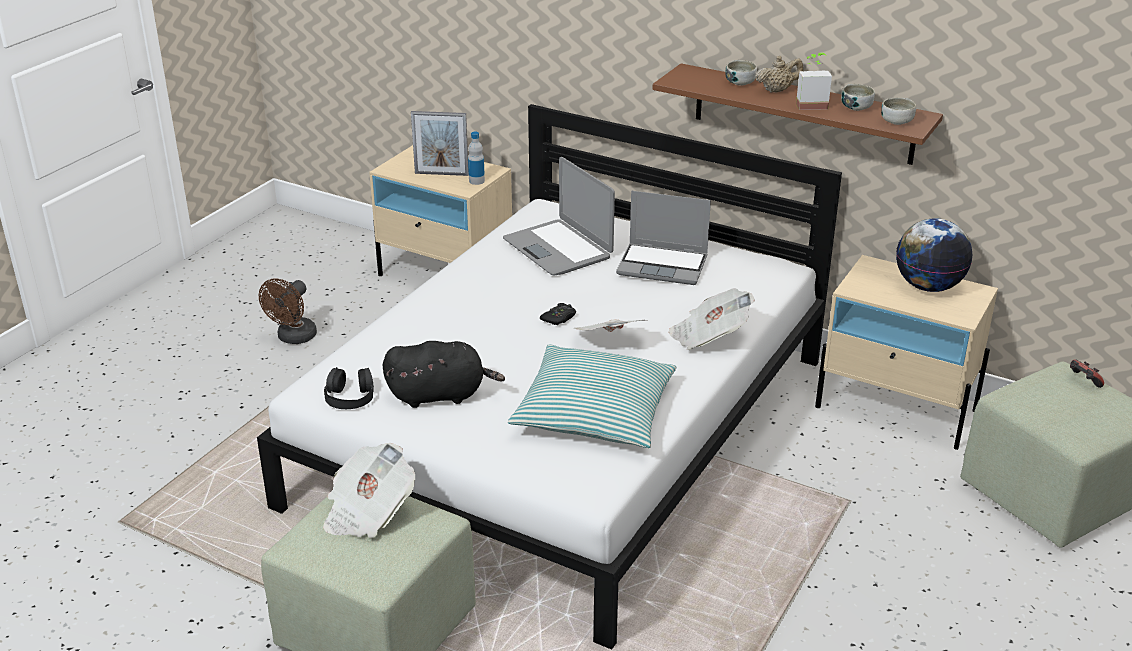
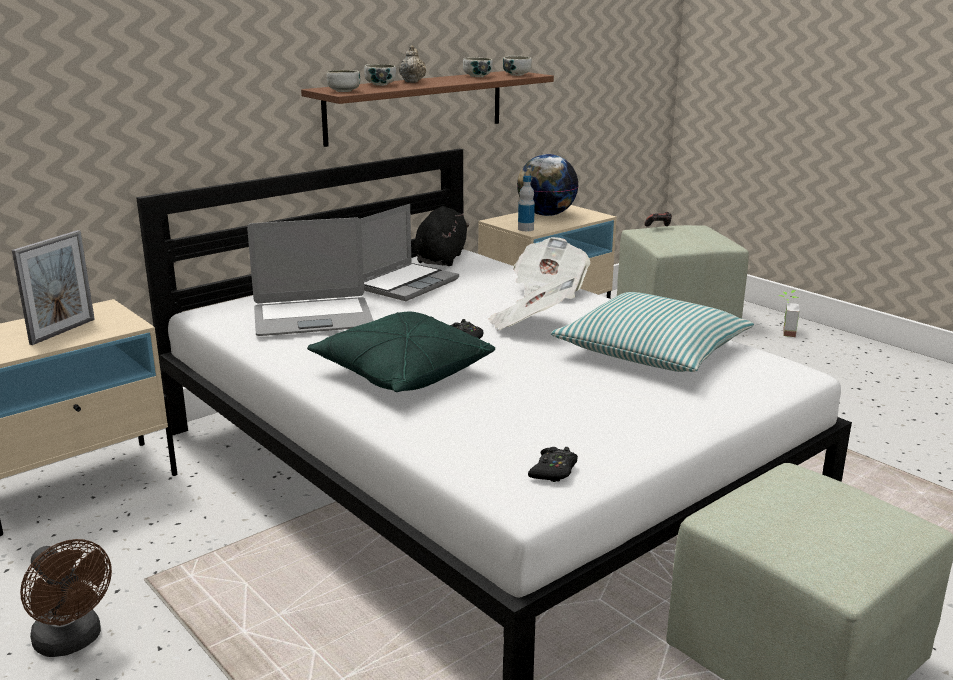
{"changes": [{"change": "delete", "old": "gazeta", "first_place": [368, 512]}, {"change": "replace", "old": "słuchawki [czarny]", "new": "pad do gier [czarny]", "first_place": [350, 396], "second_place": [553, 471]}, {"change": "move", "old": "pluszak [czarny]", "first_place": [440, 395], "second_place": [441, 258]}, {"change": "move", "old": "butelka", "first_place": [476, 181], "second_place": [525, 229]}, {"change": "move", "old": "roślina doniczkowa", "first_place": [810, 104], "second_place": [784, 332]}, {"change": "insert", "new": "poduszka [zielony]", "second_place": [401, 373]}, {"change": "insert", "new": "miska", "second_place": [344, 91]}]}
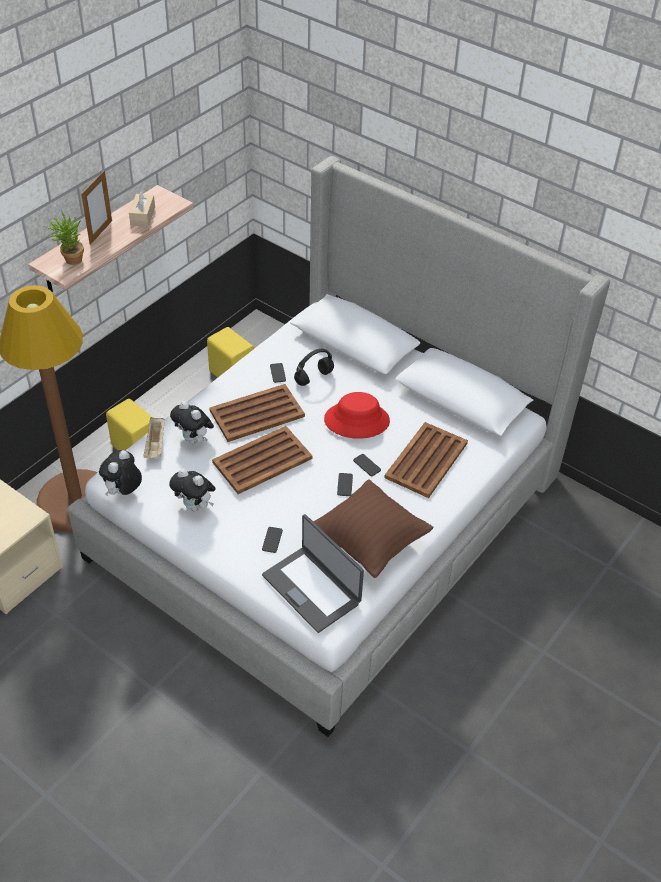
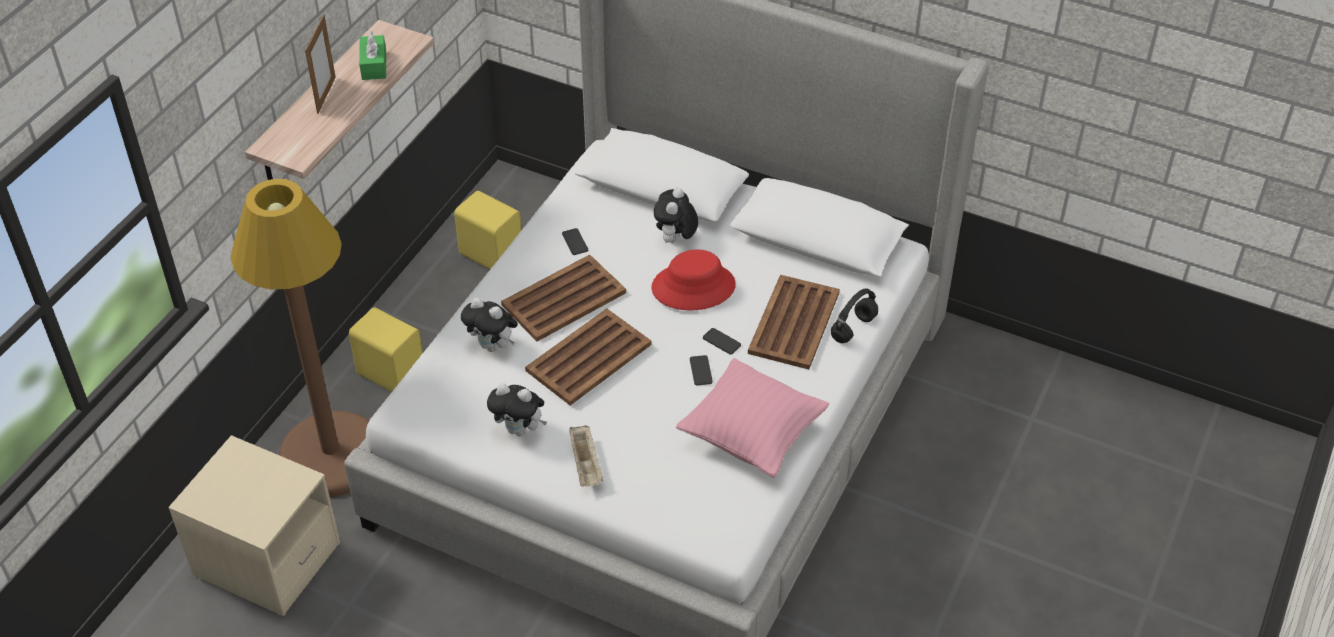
{"changes": [{"change": "delete", "old": "roślina doniczkowa", "first_place": [70, 259]}, {"change": "move", "old": "pluszak", "first_place": [123, 492], "second_place": [675, 240]}, {"change": "recolor", "old": "pudełko chusteczek [beżowy]", "new": "pudełko chusteczek [zielony]", "first_place": [142, 216], "second_place": [374, 65]}, {"change": "move", "old": "taca [beżowy]", "first_place": [155, 445], "second_place": [586, 465]}, {"change": "delete", "old": "laptop", "first_place": [312, 588]}, {"change": "delete", "old": "telefon", "first_place": [272, 540]}, {"change": "move", "old": "słuchawki [czarny]", "first_place": [314, 377], "second_place": [853, 328]}, {"change": "recolor", "old": "poduszka [brązowy]", "new": "poduszka [różowy]", "first_place": [370, 542], "second_place": [752, 436]}]}
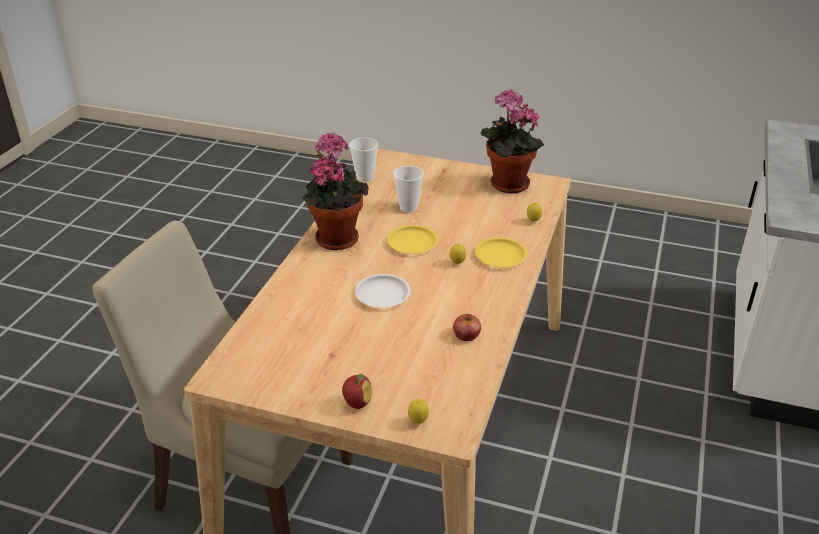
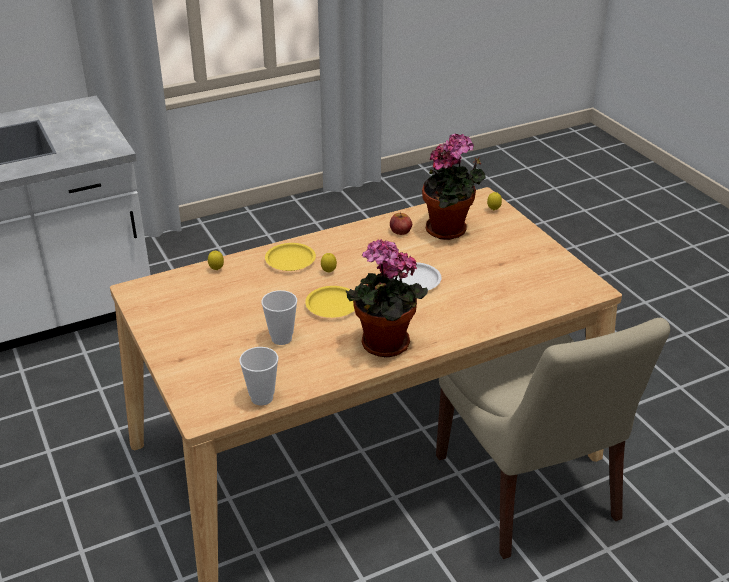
{"changes": [{"change": "delete", "old": "jabłko", "first_place": [357, 403]}, {"change": "move", "old": "roślina doniczkowa", "first_place": [506, 185], "second_place": [449, 231]}]}
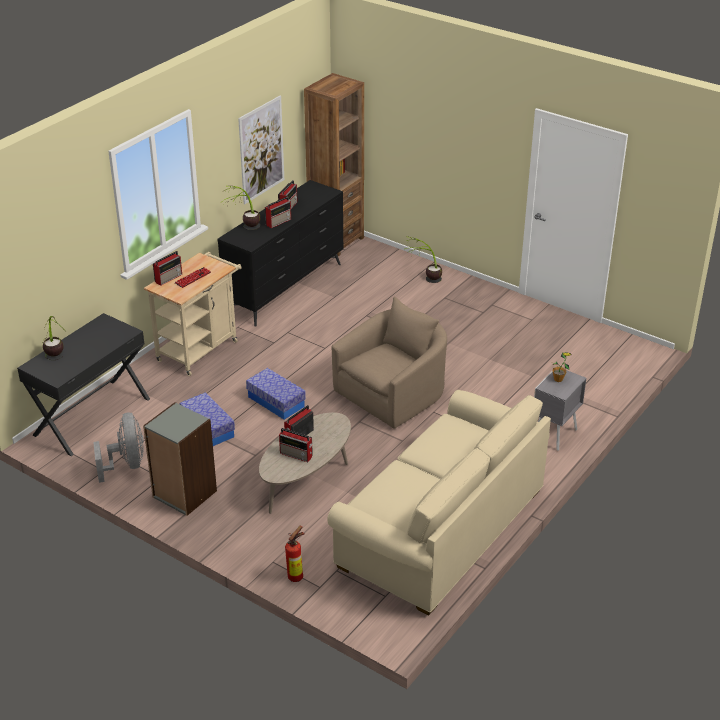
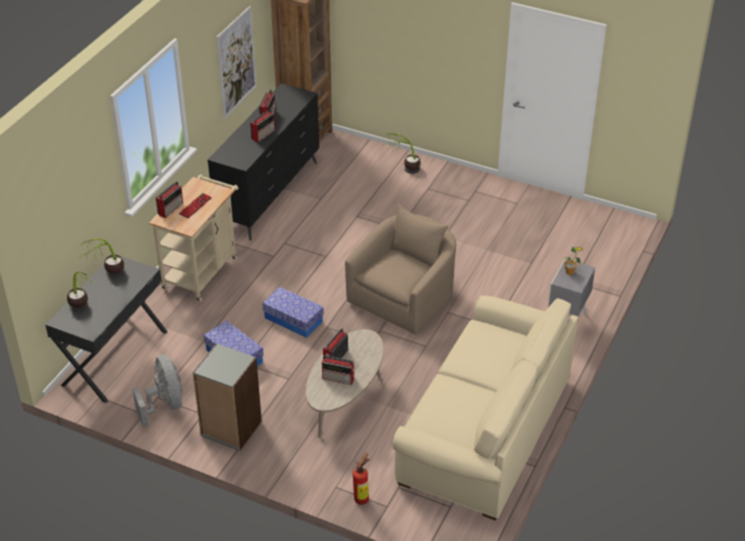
{"changes": [{"change": "move", "old": "roślina doniczkowa", "first_place": [244, 229], "second_place": [107, 278]}]}
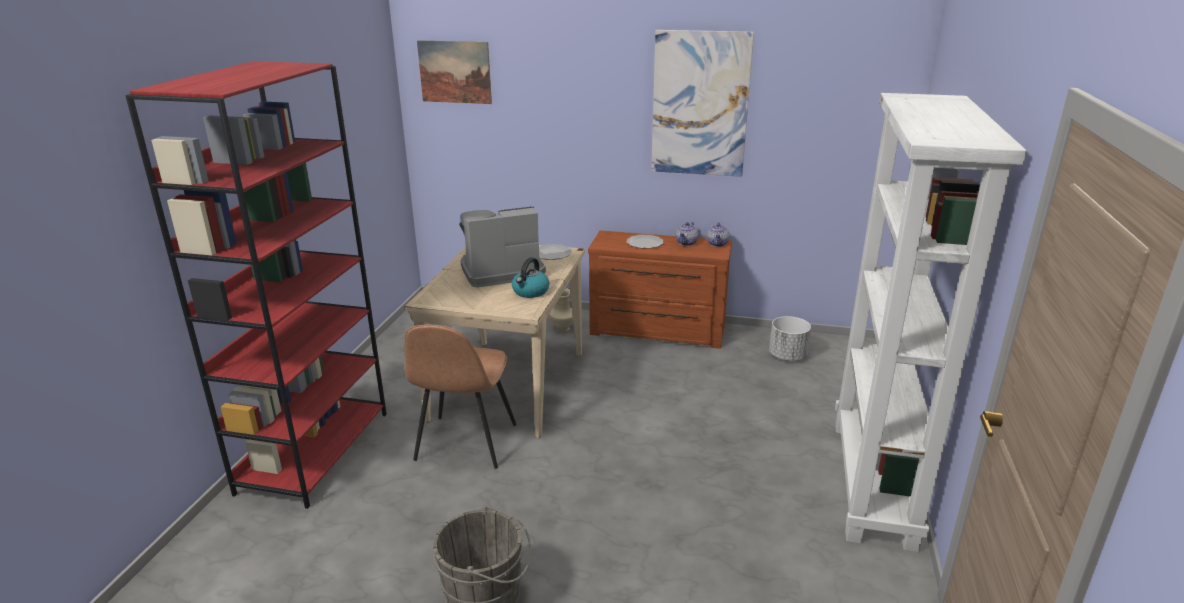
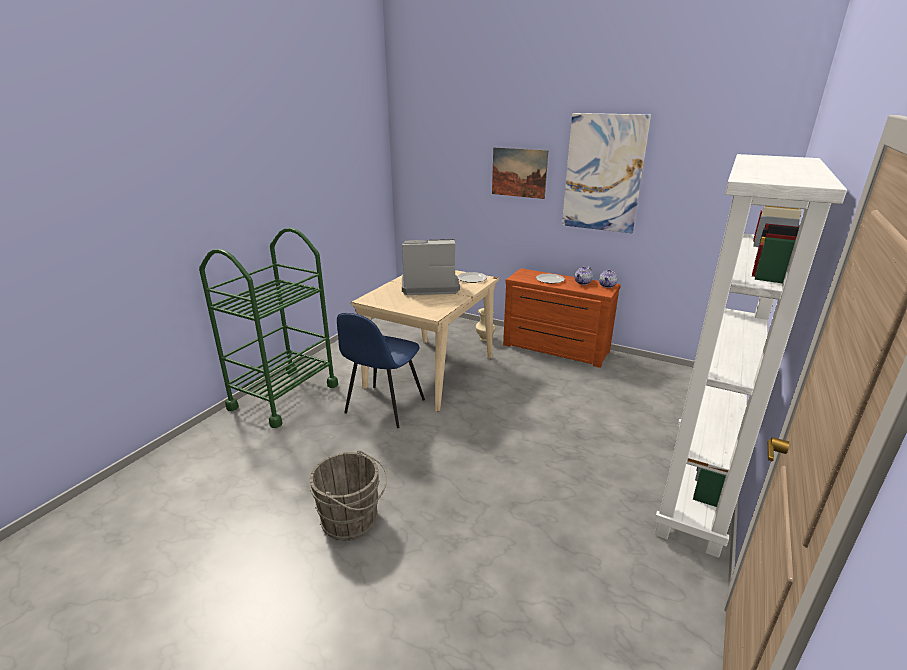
{"changes": [{"change": "replace", "old": "regał [czerwony]", "new": "wózek [zielony]", "first_place": [315, 451], "second_place": [284, 396]}, {"change": "recolor", "old": "krzesło [brązowy]", "new": "krzesło [niebieski]", "first_place": [465, 444], "second_place": [384, 407]}, {"change": "move", "old": "obraz", "first_place": [455, 72], "second_place": [519, 172]}, {"change": "delete", "old": "czajnik", "first_place": [530, 292]}, {"change": "delete", "old": "donica [biały]", "first_place": [787, 356]}]}
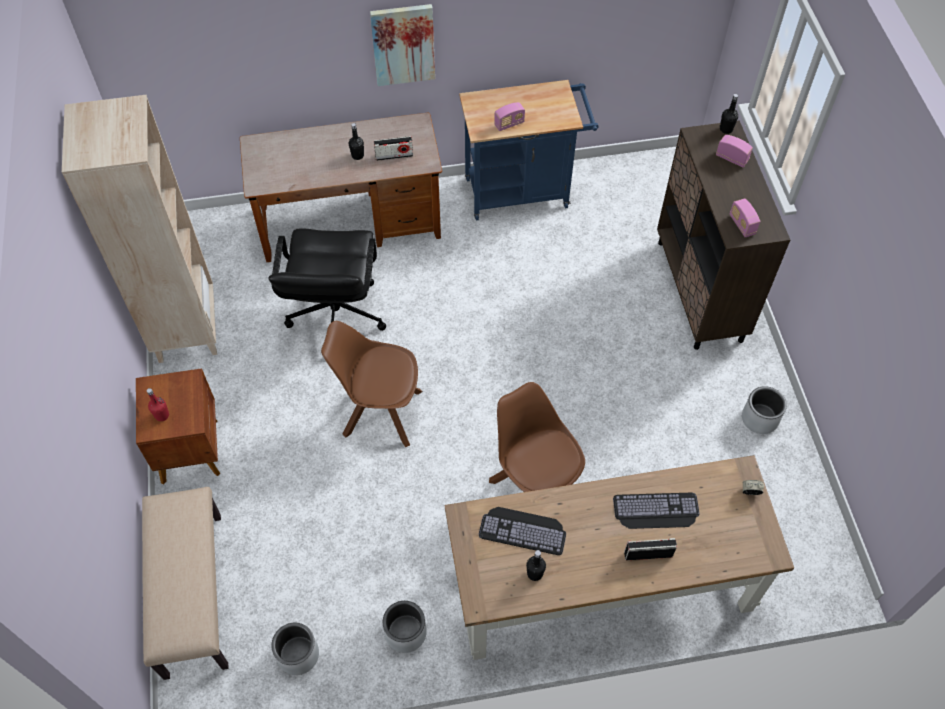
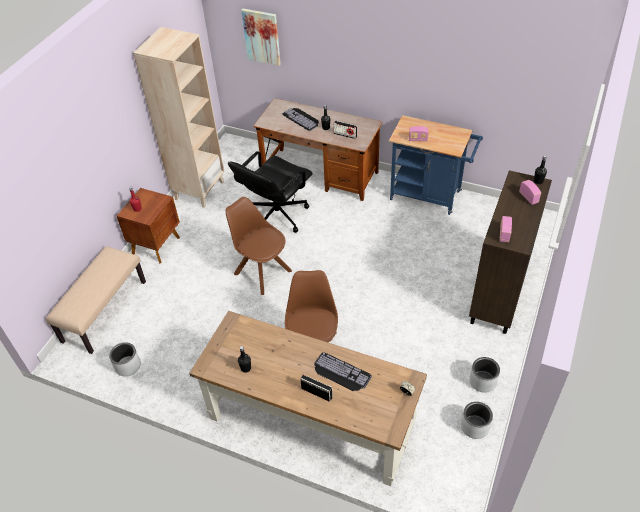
{"changes": [{"change": "move", "old": "obraz", "first_place": [403, 44], "second_place": [262, 36]}, {"change": "move", "old": "donica [szary]", "first_place": [405, 633], "second_place": [474, 427]}, {"change": "move", "old": "klawiatura", "first_place": [524, 529], "second_place": [302, 118]}]}
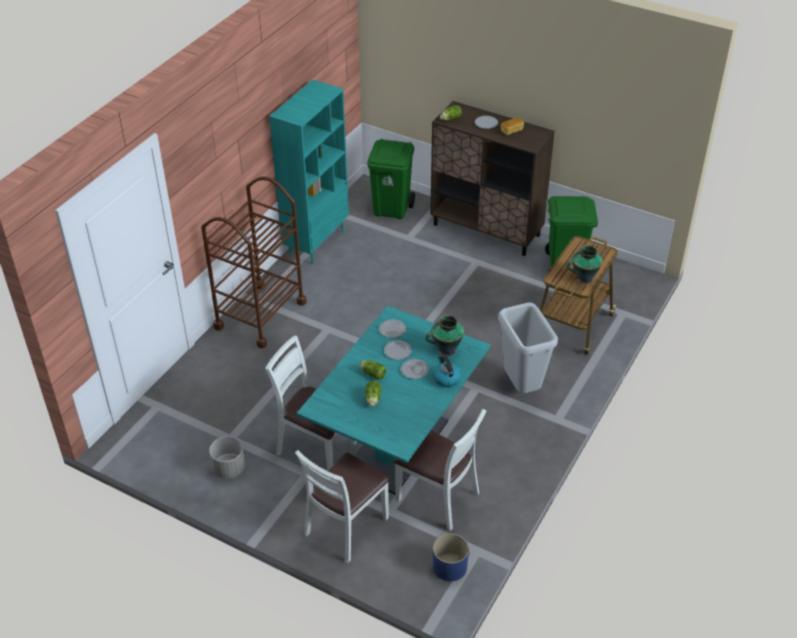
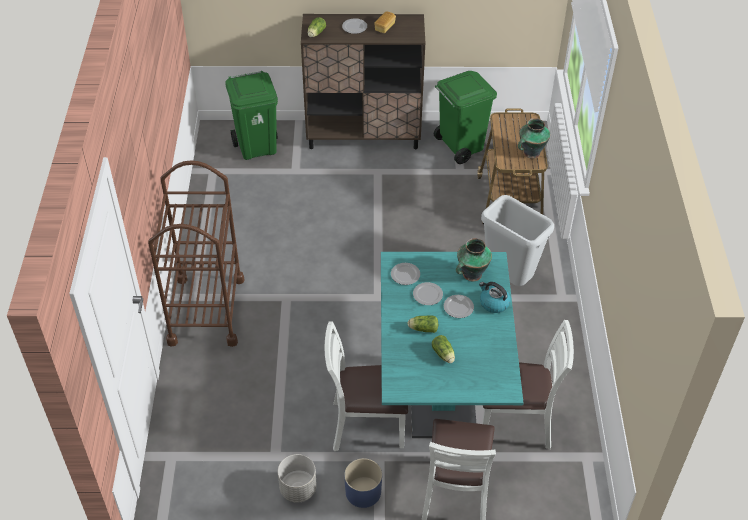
{"changes": [{"change": "delete", "old": "regał [turkusowy]", "first_place": [316, 243]}, {"change": "move", "old": "donica [niebieski]", "first_place": [449, 567], "second_place": [363, 492]}]}
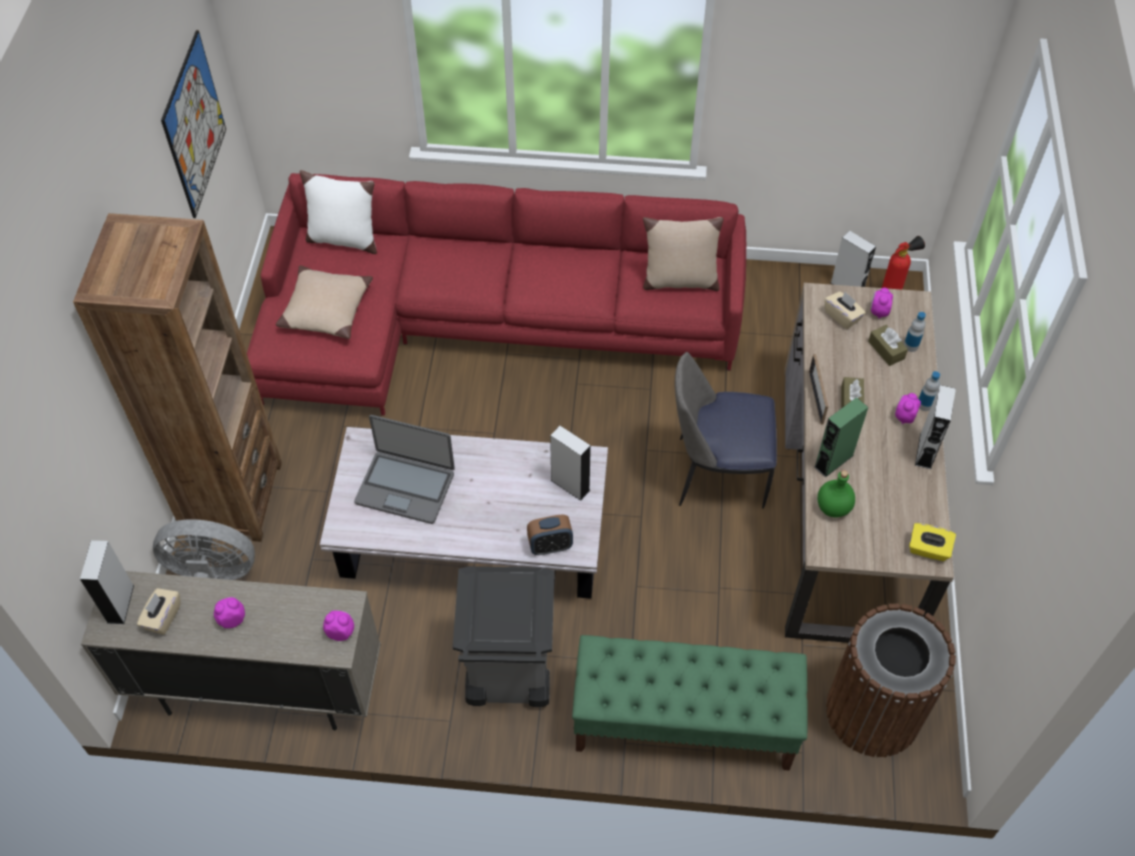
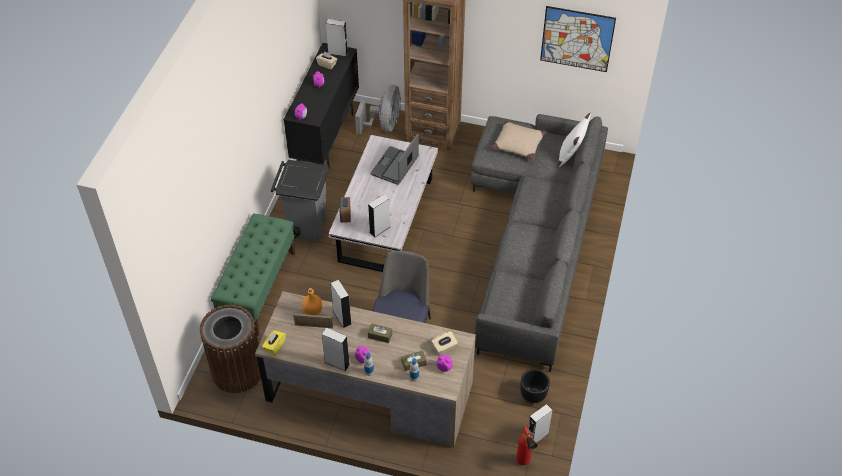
{"changes": [{"change": "recolor", "old": "szafka [beżowy]", "new": "szafka [czarny]", "first_place": [259, 690], "second_place": [326, 138]}, {"change": "recolor", "old": "kanapa [czerwony]", "new": "kanapa [szary]", "first_place": [482, 321], "second_place": [534, 239]}, {"change": "delete", "old": "poduszka [beżowy]", "first_place": [679, 281]}, {"change": "move", "old": "ramka na zdjęcie", "first_place": [816, 397], "second_place": [314, 326]}, {"change": "recolor", "old": "głośnik [zielony]", "new": "głośnik [szary]", "first_place": [833, 461], "second_place": [342, 317]}, {"change": "recolor", "old": "butelka [zielony]", "new": "butelka [pomarańczowy]", "first_place": [833, 508], "second_place": [312, 310]}, {"change": "insert", "new": "donica [czarny]", "second_place": [533, 396]}]}
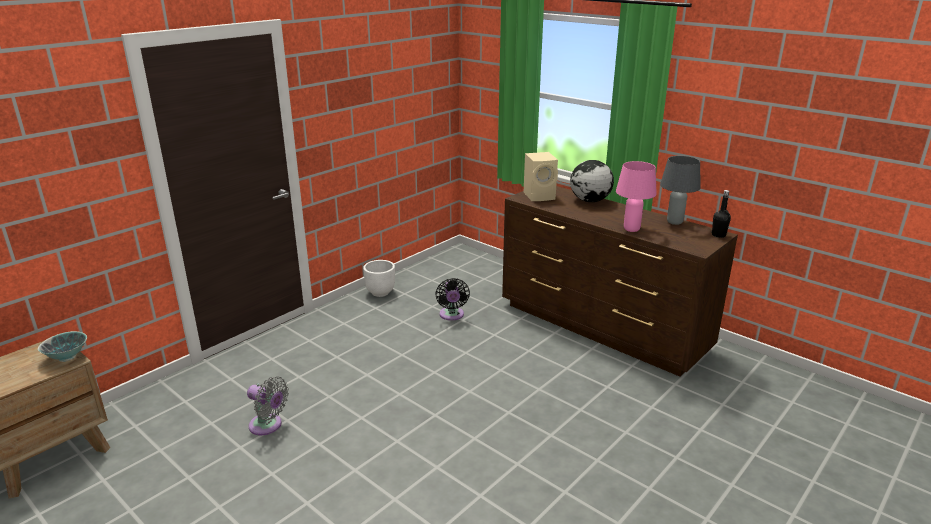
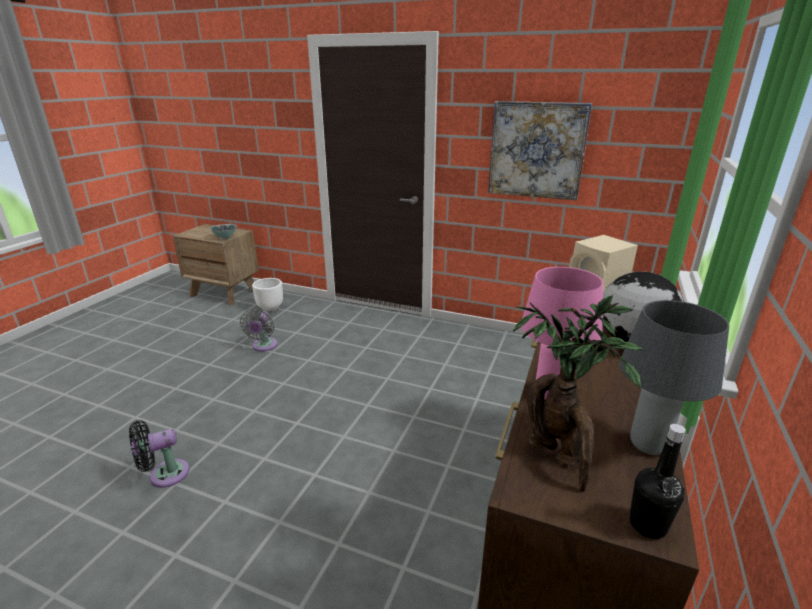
{"changes": [{"change": "move", "old": "donica [biały]", "first_place": [380, 292], "second_place": [270, 308]}, {"change": "move", "old": "wentylator [czarny]", "first_place": [451, 315], "second_place": [165, 475]}, {"change": "insert", "new": "obraz", "second_place": [537, 150]}, {"change": "insert", "new": "roślina doniczkowa", "second_place": [557, 456]}]}
